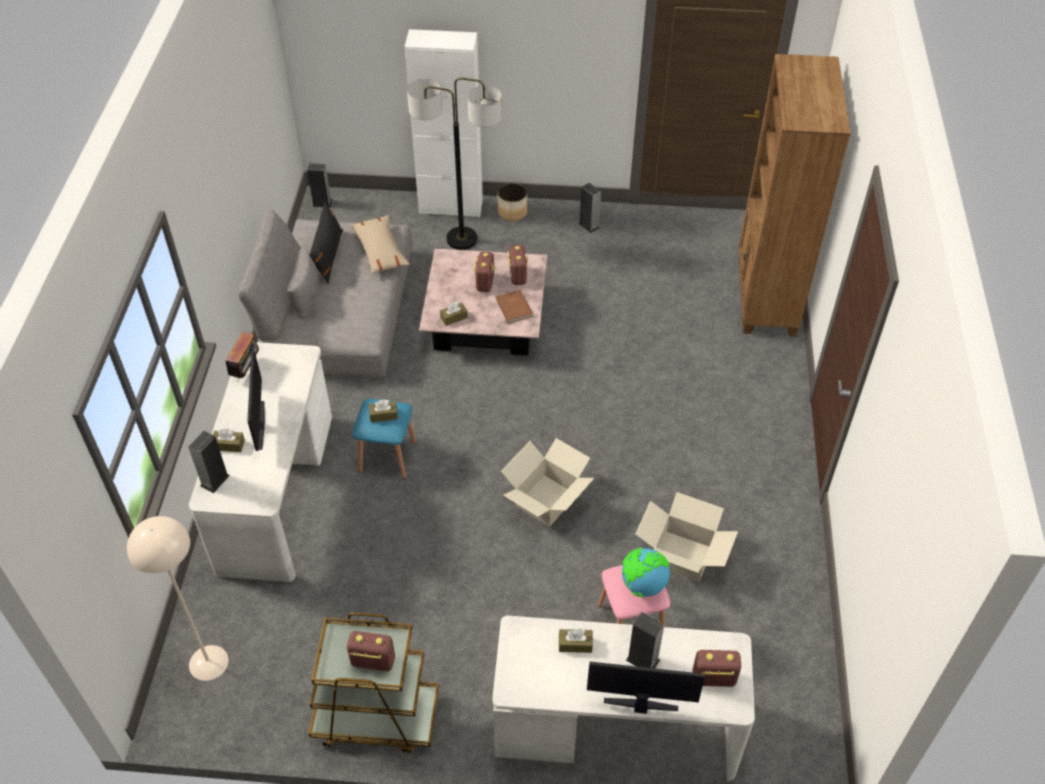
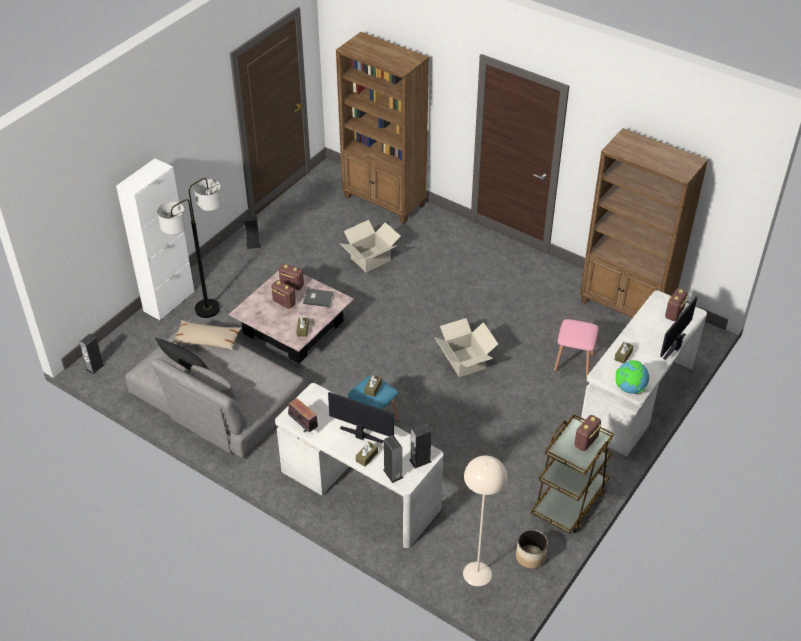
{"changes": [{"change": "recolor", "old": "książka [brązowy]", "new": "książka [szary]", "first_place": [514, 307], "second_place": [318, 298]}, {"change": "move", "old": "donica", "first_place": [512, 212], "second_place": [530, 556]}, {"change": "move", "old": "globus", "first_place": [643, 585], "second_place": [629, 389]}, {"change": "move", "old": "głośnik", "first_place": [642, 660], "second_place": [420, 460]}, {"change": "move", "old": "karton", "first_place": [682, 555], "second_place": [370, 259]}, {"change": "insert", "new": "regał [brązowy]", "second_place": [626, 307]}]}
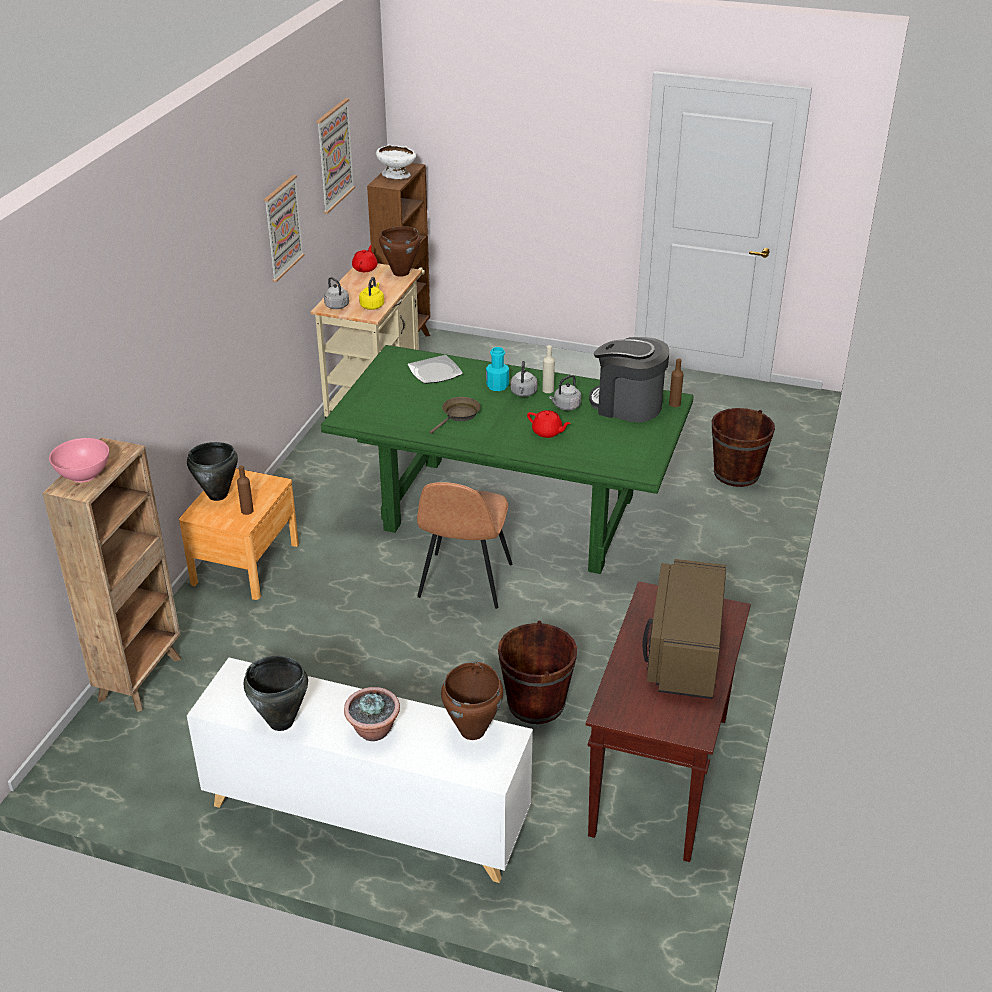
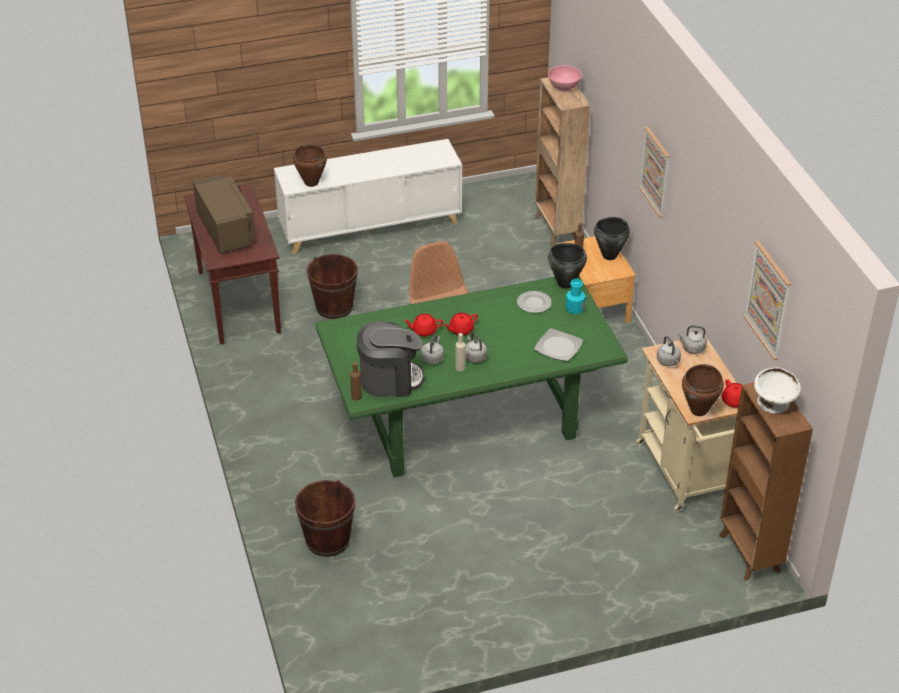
{"changes": [{"change": "move", "old": "garnek [czarny]", "first_place": [281, 722], "second_place": [565, 283]}, {"change": "move", "old": "obraz", "first_place": [282, 228], "second_place": [655, 171]}, {"change": "delete", "old": "roślina doniczkowa", "first_place": [373, 731]}, {"change": "recolor", "old": "czajnik [żółty]", "new": "czajnik [szary]", "first_place": [372, 305], "second_place": [668, 362]}, {"change": "delete", "old": "patelnia [brązowy]", "first_place": [459, 415]}, {"change": "move", "old": "butelka [turkusowy]", "first_place": [497, 386], "second_place": [574, 309]}, {"change": "insert", "new": "imbryk [czerwony]", "second_place": [460, 330]}, {"change": "insert", "new": "talerz", "second_place": [534, 303]}]}
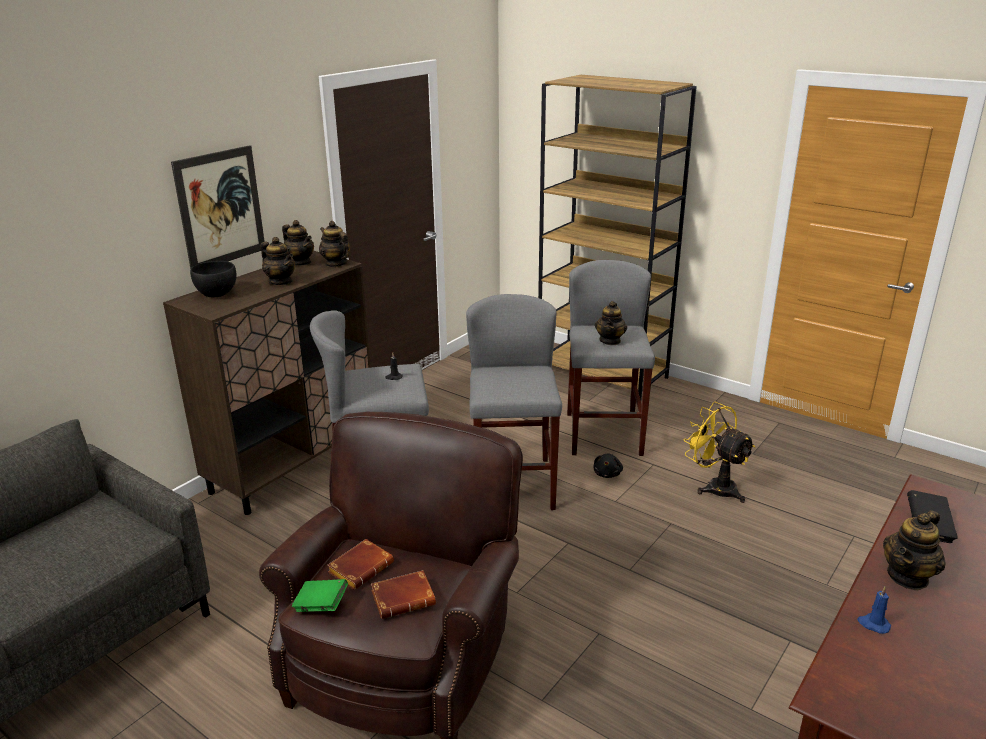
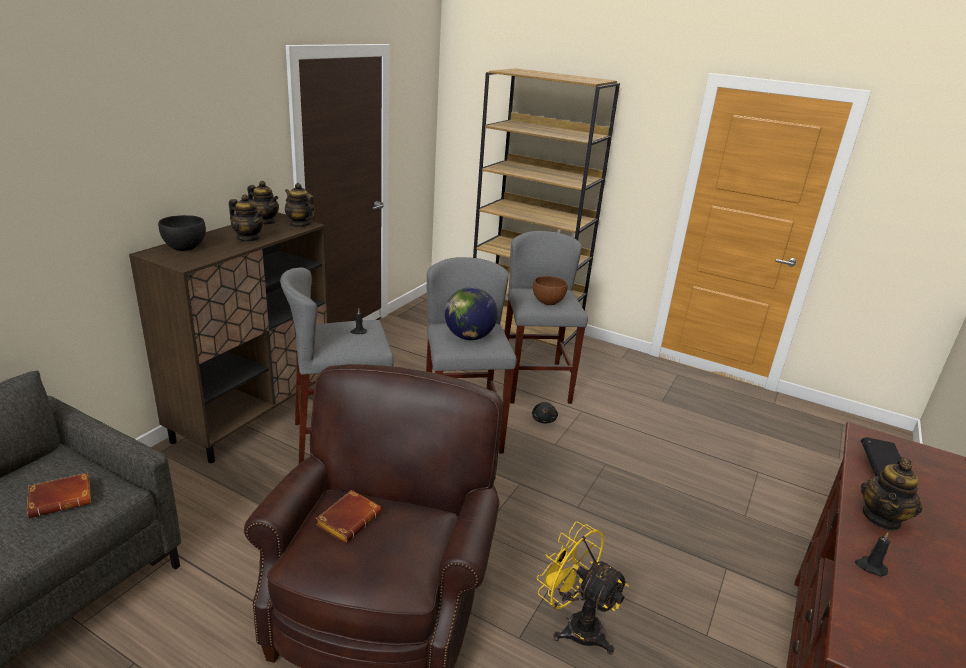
{"changes": [{"change": "delete", "old": "obraz", "first_place": [220, 208]}, {"change": "delete", "old": "książka [zielony]", "first_place": [321, 605]}, {"change": "move", "old": "książka [brązowy]", "first_place": [404, 598], "second_place": [63, 498]}, {"change": "replace", "old": "imbryk", "new": "miska [brązowy]", "first_place": [610, 341], "second_place": [548, 302]}, {"change": "move", "old": "wentylator [żółty]", "first_place": [715, 486], "second_place": [575, 625]}, {"change": "recolor", "old": "świeca [niebieski]", "new": "świeca [czarny]", "first_place": [873, 624], "second_place": [870, 567]}, {"change": "insert", "new": "globus", "second_place": [469, 337]}]}
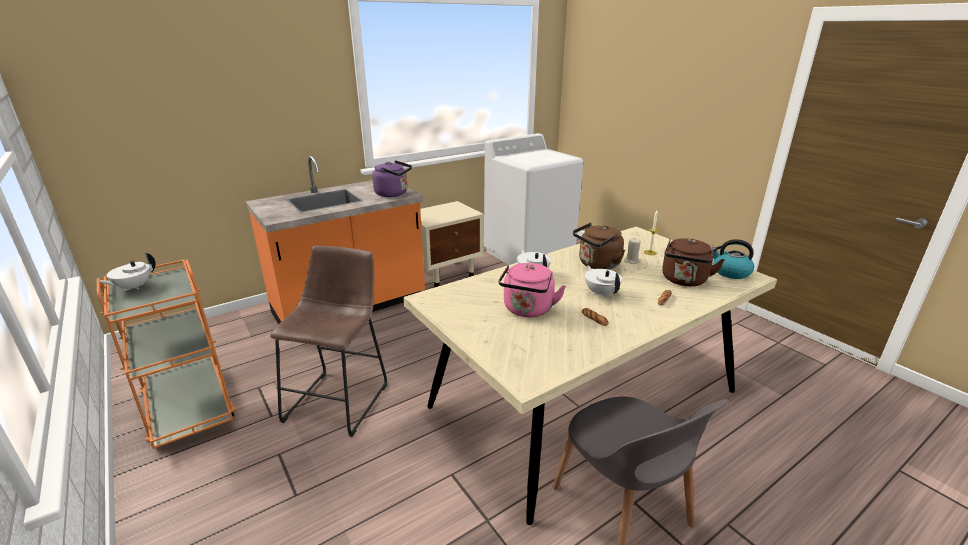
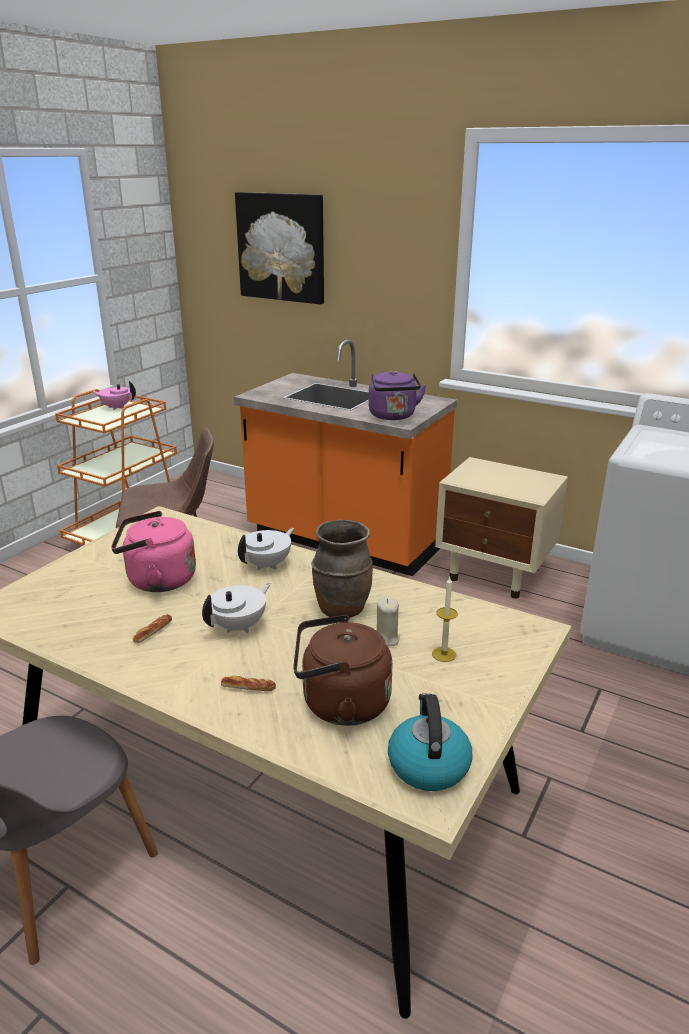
{"changes": [{"change": "recolor", "old": "imbryk [biały]", "new": "imbryk [różowy]", "first_place": [133, 287], "second_place": [116, 407]}, {"change": "replace", "old": "czajnik [brązowy]", "new": "wazon [brązowy]", "first_place": [597, 265], "second_place": [341, 609]}, {"change": "insert", "new": "obraz", "second_place": [281, 247]}]}
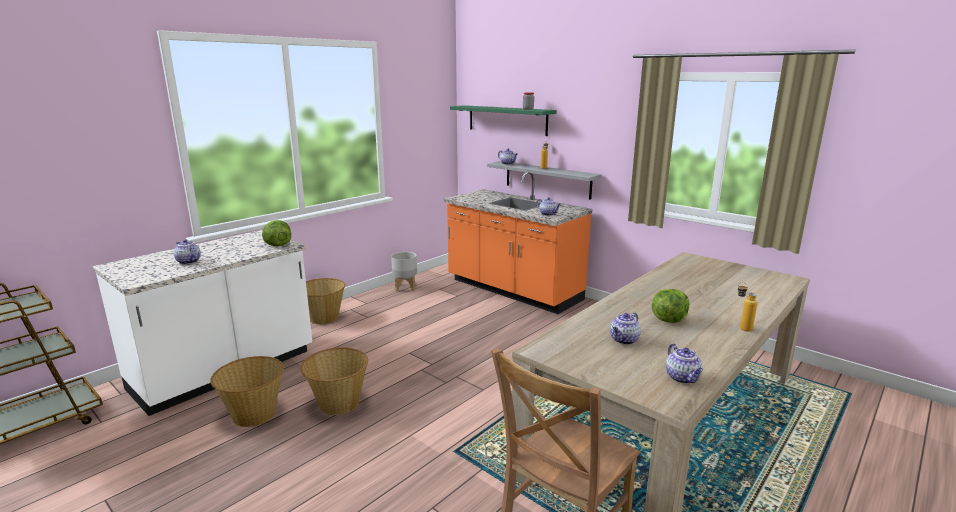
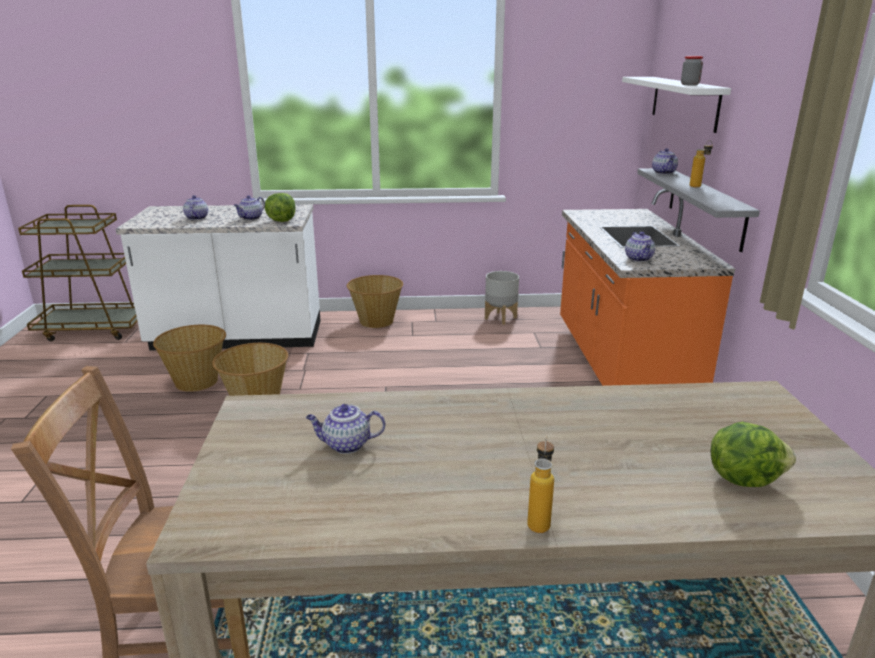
{"changes": [{"change": "recolor", "old": "półka [zielony]", "new": "półka [biały]", "first_place": [507, 120], "second_place": [684, 102]}, {"change": "move", "old": "sałata", "first_place": [668, 319], "second_place": [743, 478]}, {"change": "move", "old": "imbryk", "first_place": [683, 378], "second_place": [251, 218]}]}
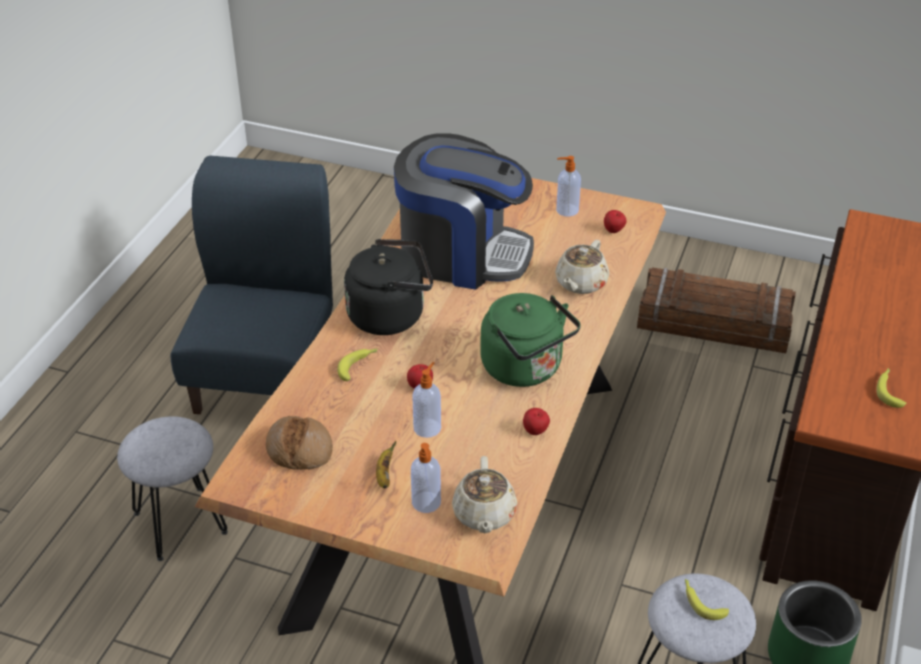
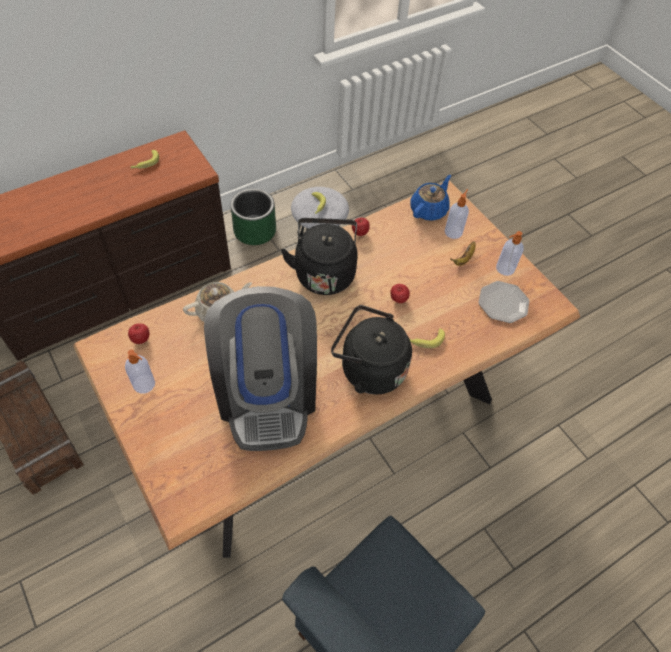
{"changes": [{"change": "delete", "old": "stołek [szary]", "first_place": [180, 522]}, {"change": "replace", "old": "chleb", "new": "talerz", "first_place": [299, 450], "second_place": [502, 303]}, {"change": "rotate", "old": "ekspres do kawy", "first_place": [462, 254], "second_place": [267, 393], "degrees": -150}, {"change": "move", "old": "dozownik mydła", "first_place": [427, 427], "second_place": [504, 269]}, {"change": "recolor", "old": "imbryk [beżowy]", "new": "imbryk [niebieski]", "first_place": [484, 514], "second_place": [429, 209]}, {"change": "recolor", "old": "czajnik [zielony]", "new": "czajnik [czarny]", "first_place": [525, 369], "second_place": [324, 272]}]}
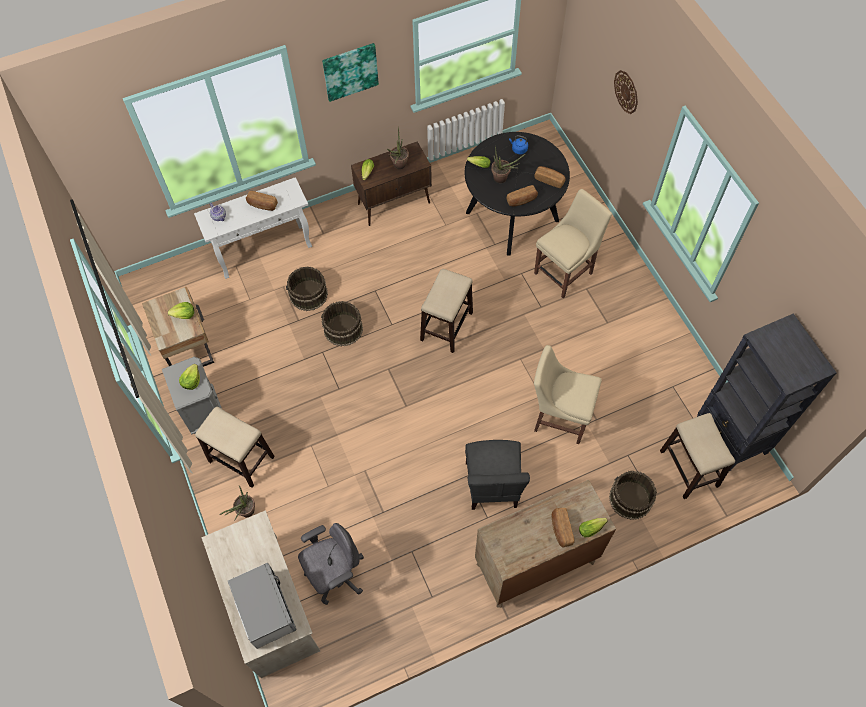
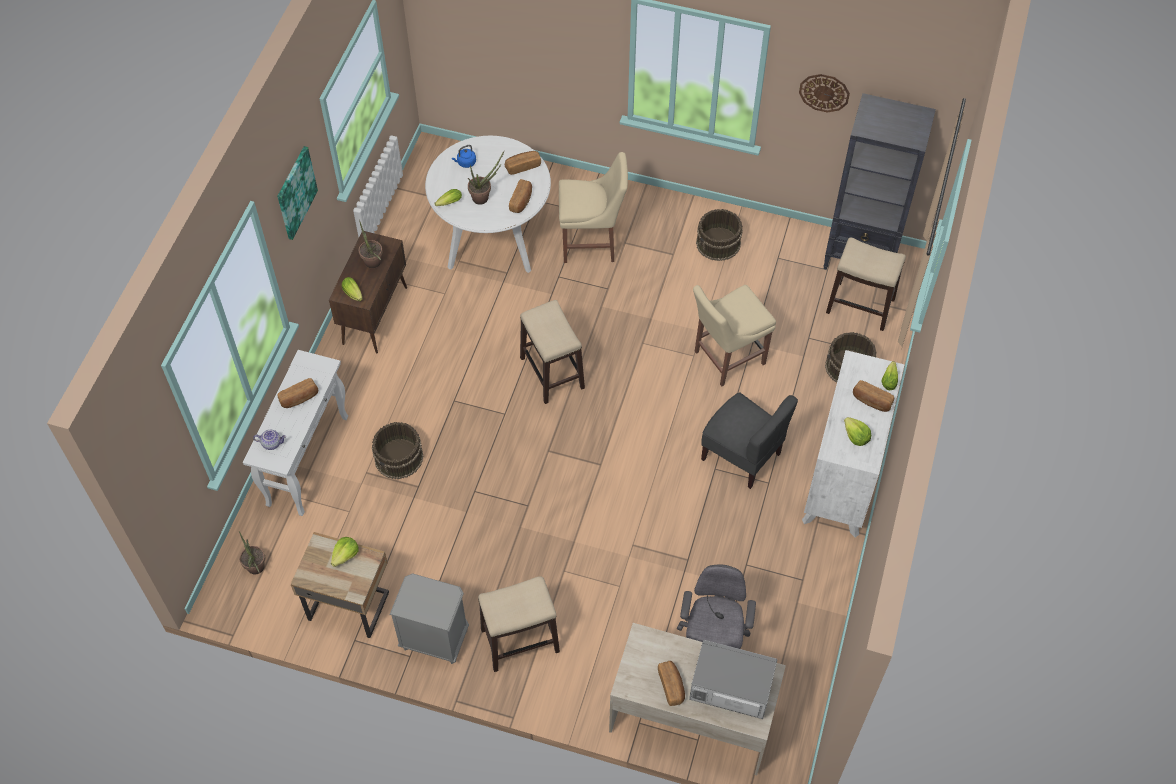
{"changes": [{"change": "move", "old": "sałata", "first_place": [191, 381], "second_place": [855, 437]}, {"change": "move", "old": "roślina doniczkowa", "first_place": [245, 513], "second_place": [256, 570]}, {"change": "move", "old": "wiadro [brązowy]", "first_place": [343, 329], "second_place": [718, 243]}, {"change": "recolor", "old": "stół jadalny [czarny]", "new": "stół jadalny [biały]", "first_place": [512, 216], "second_place": [492, 238]}, {"change": "recolor", "old": "komoda [brązowy]", "new": "komoda [biały]", "first_place": [535, 563], "second_place": [842, 478]}, {"change": "rotate", "old": "krzesło [beżowy]", "first_place": [565, 272], "second_place": [592, 244], "degrees": 90}, {"change": "move", "old": "zegar ścienny", "first_place": [626, 91], "second_place": [824, 92]}, {"change": "insert", "new": "chleb", "second_place": [671, 686]}]}
